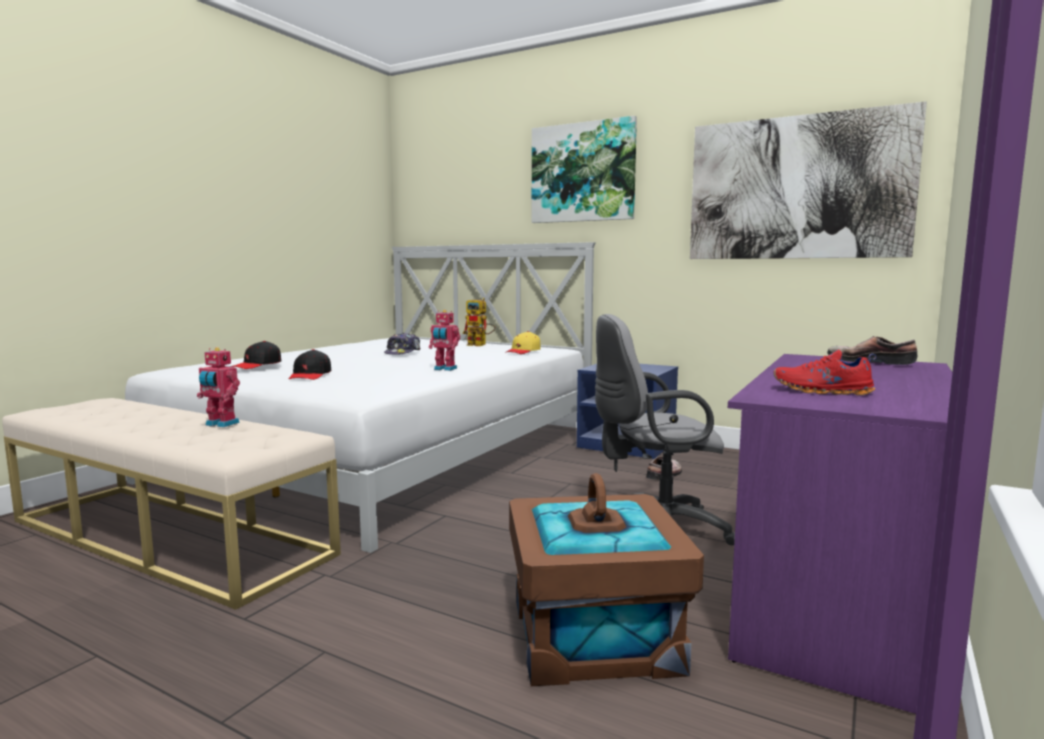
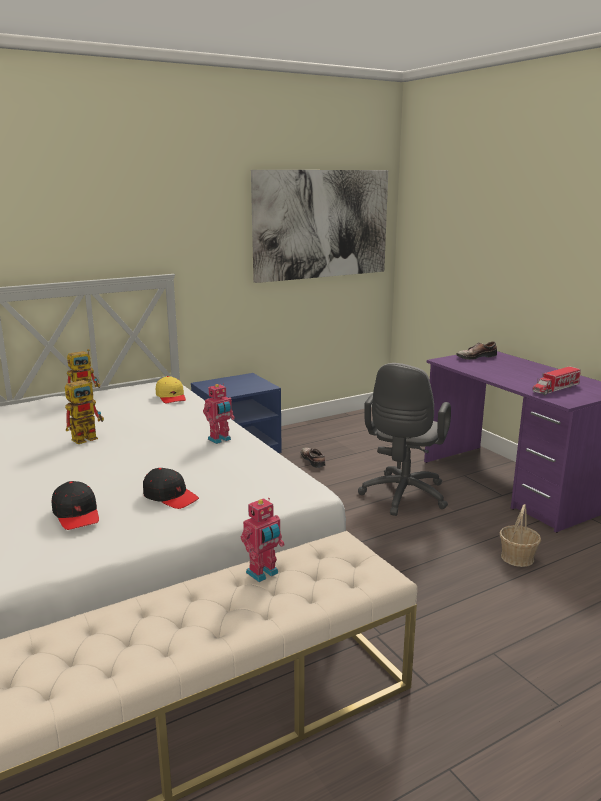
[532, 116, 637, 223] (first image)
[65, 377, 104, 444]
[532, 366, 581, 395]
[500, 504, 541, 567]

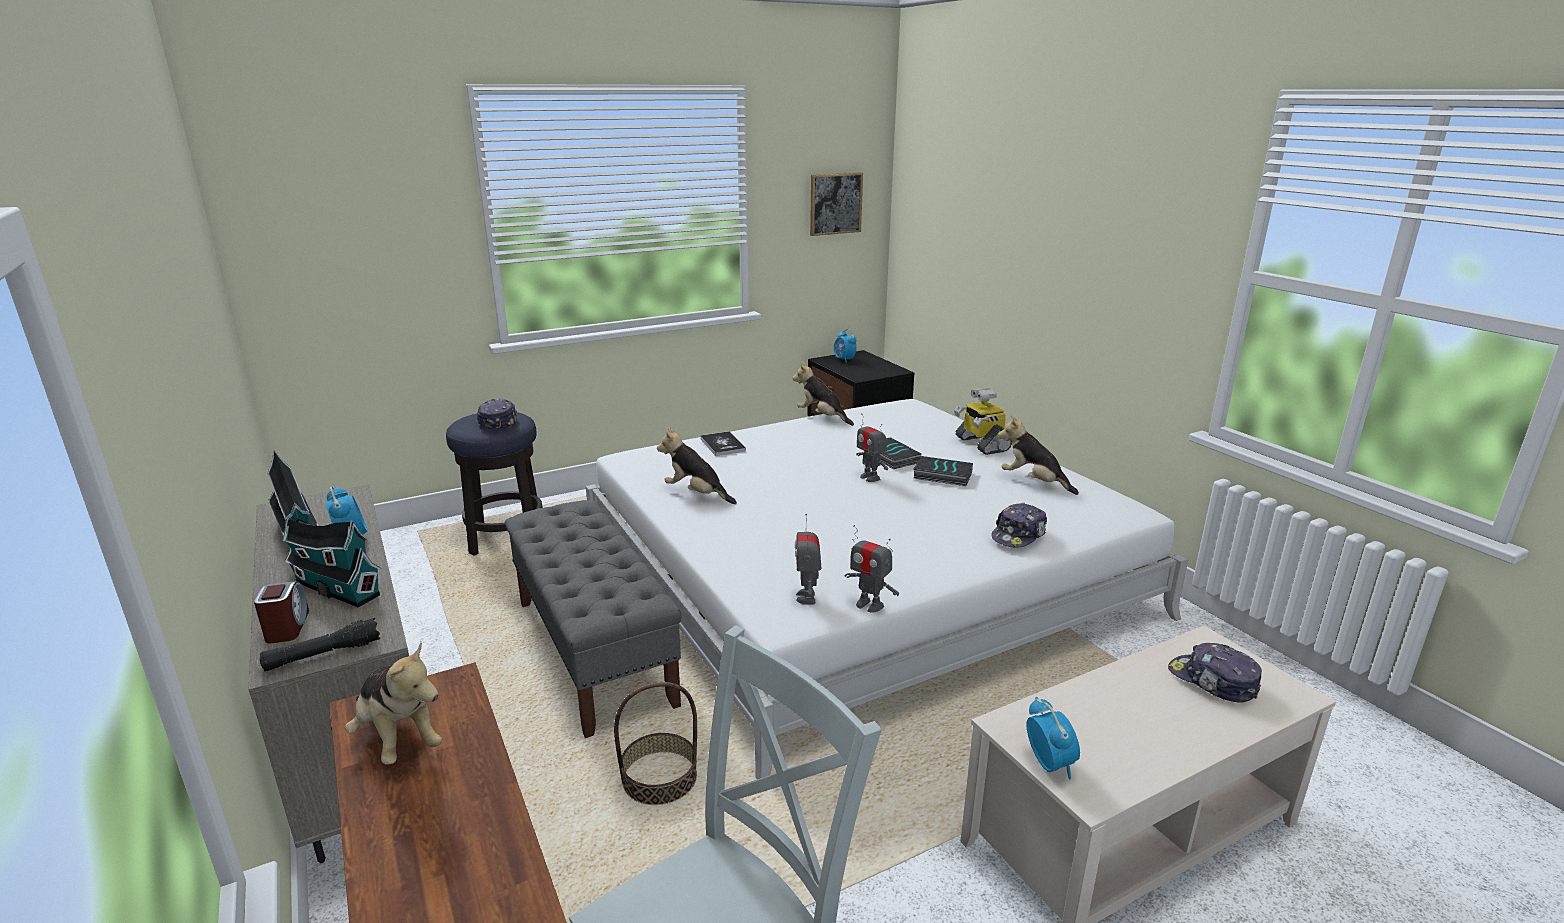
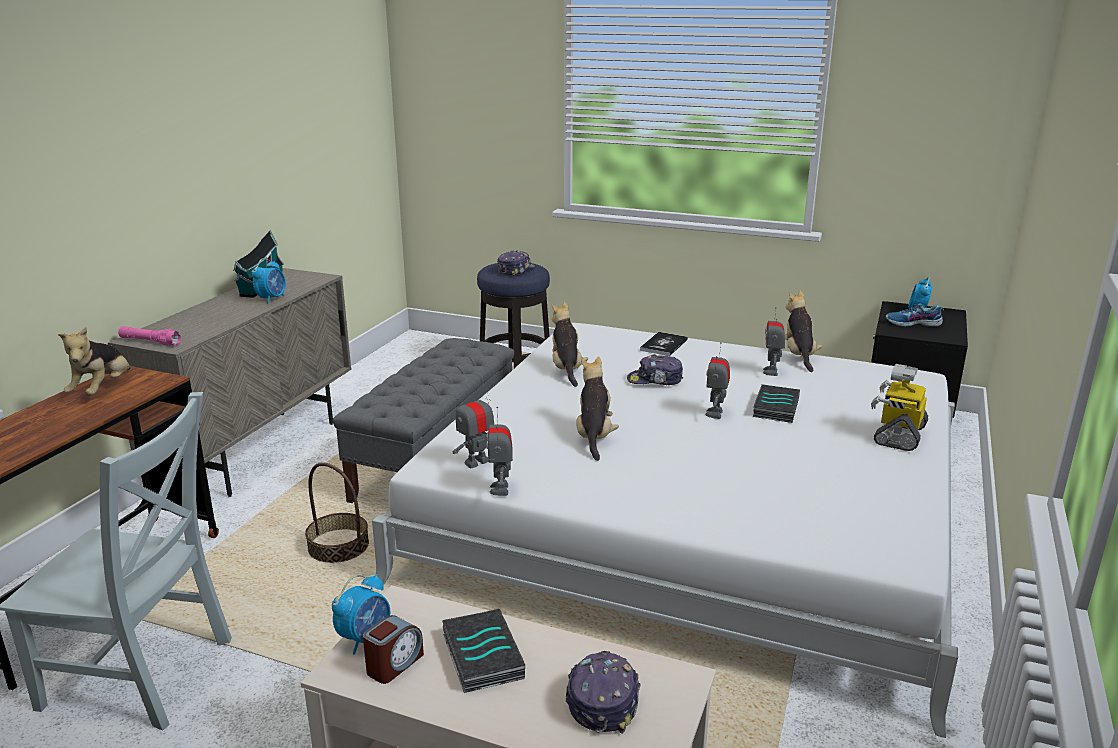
[810, 172, 863, 236] (first image)
[576, 356, 619, 461]
[442, 609, 525, 693]
[627, 354, 683, 385]
[283, 518, 381, 607] (first image)
[363, 615, 424, 684]
[118, 326, 182, 346]
[886, 303, 944, 327]
[763, 307, 785, 376]

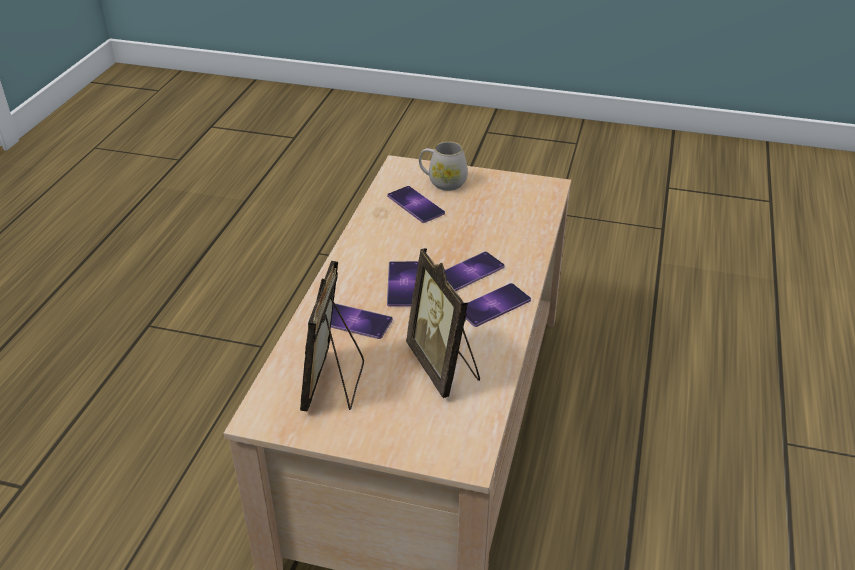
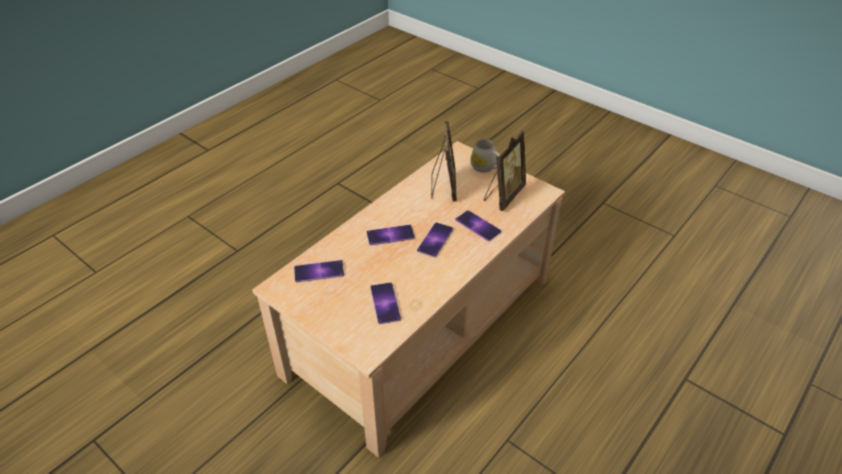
[470, 139, 500, 173]
[294, 260, 344, 283]

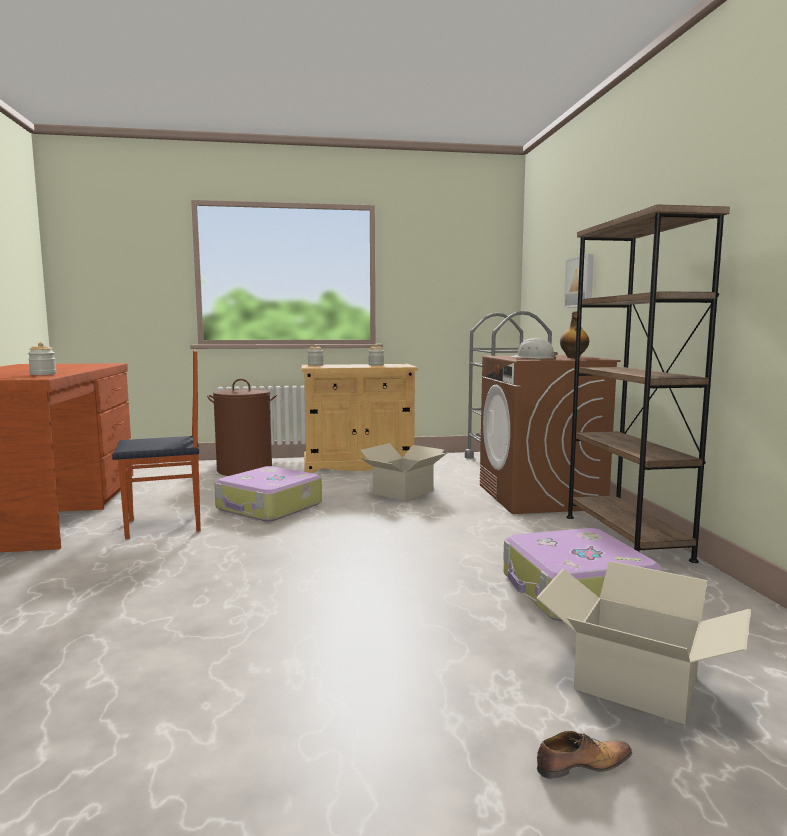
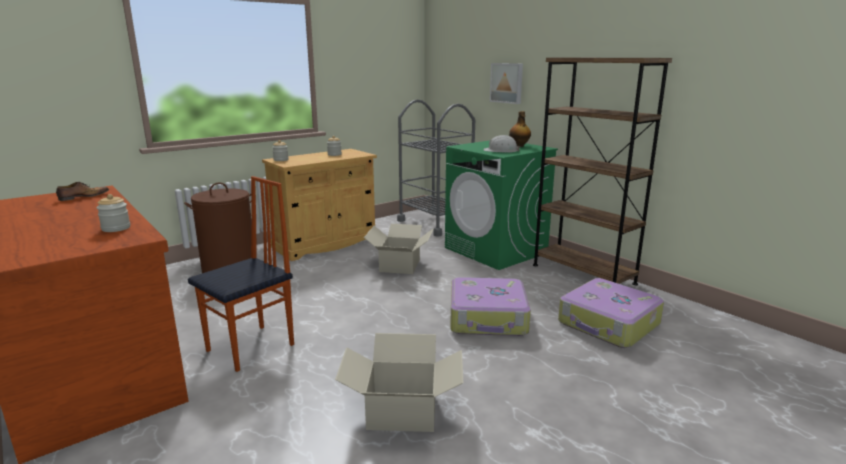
[445, 141, 558, 270]
[450, 277, 531, 336]
[335, 333, 463, 432]
[56, 182, 109, 201]

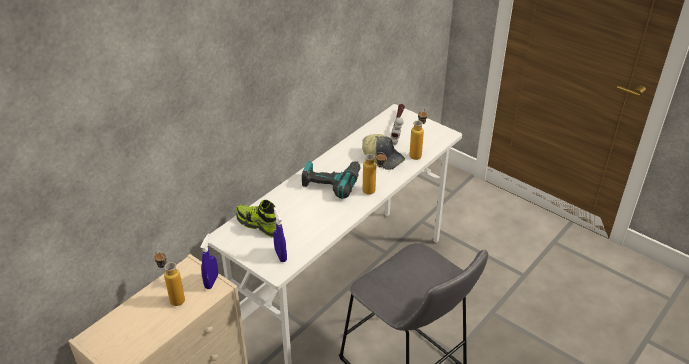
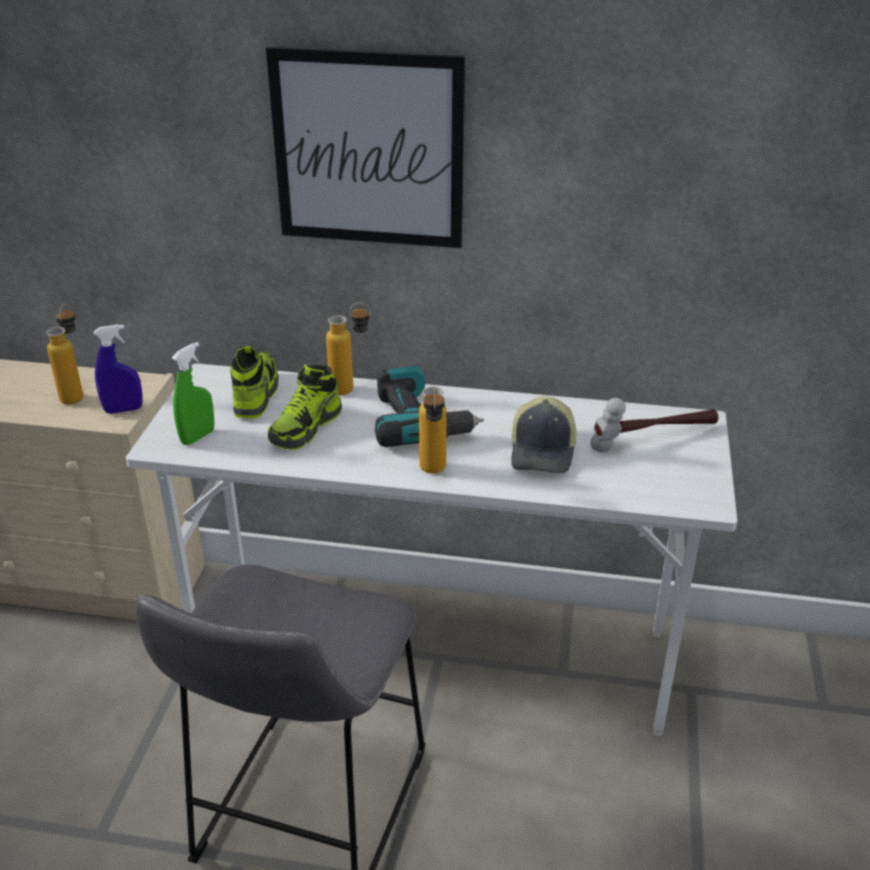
[326, 303, 371, 395]
[172, 342, 215, 445]
[266, 47, 465, 248]
[268, 364, 342, 450]

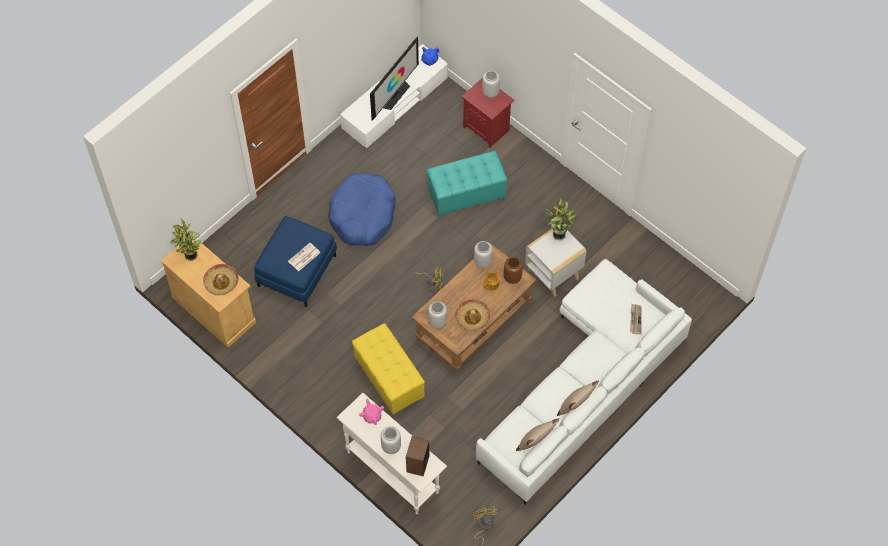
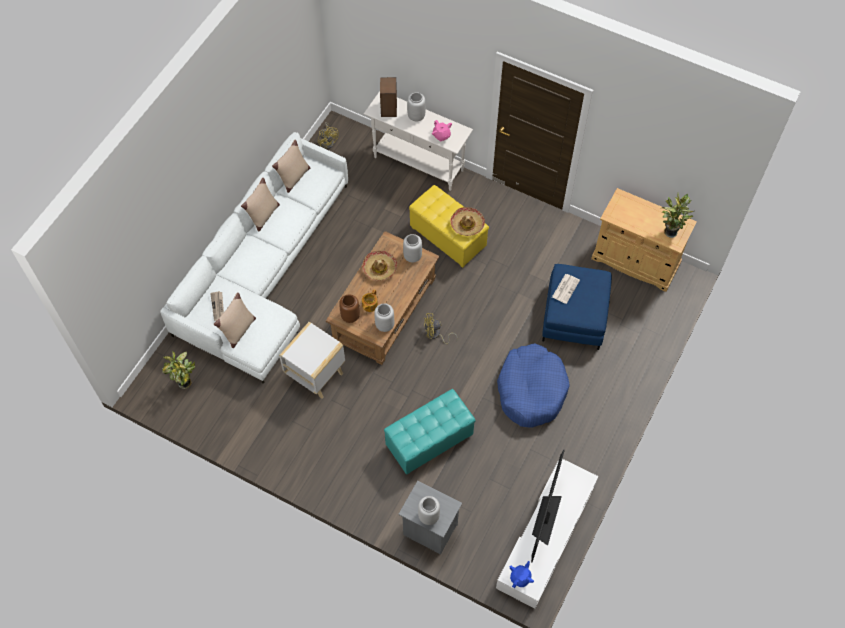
[398, 481, 462, 554]
[162, 351, 195, 389]
[450, 207, 485, 236]
[214, 292, 256, 348]

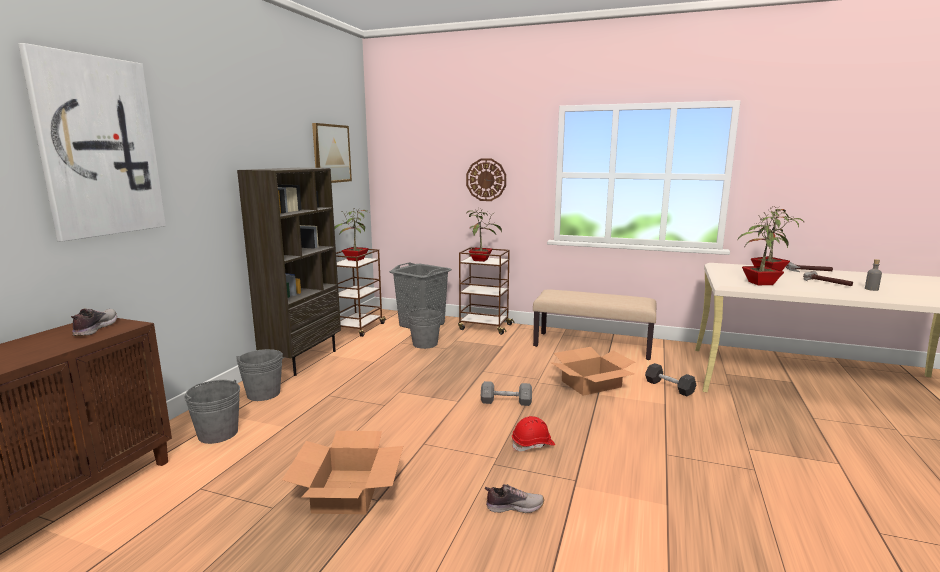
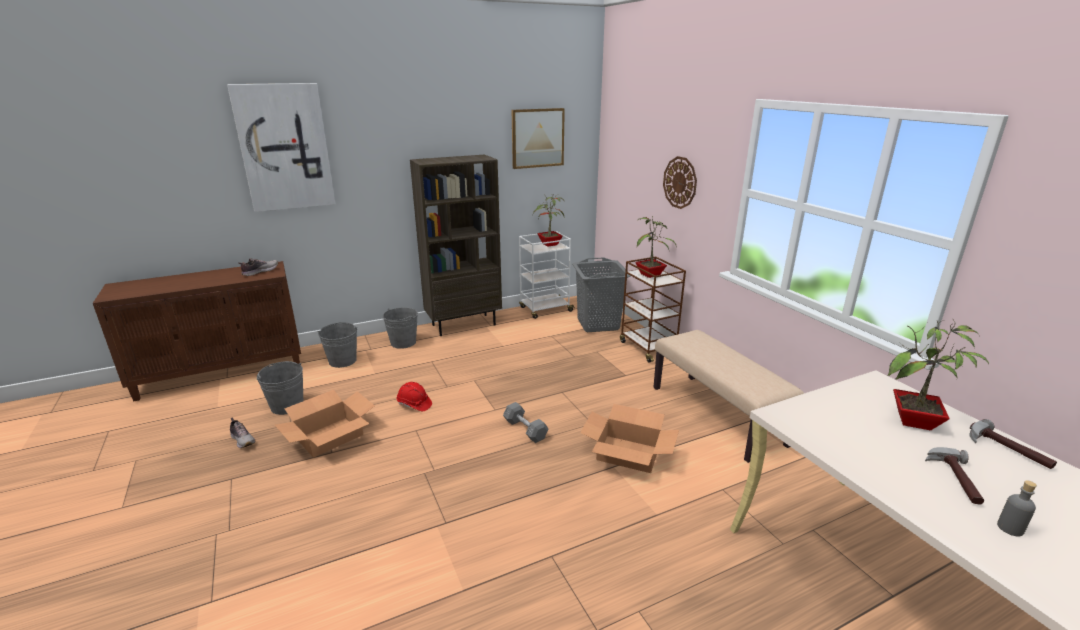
[737, 212, 794, 285] (first image)
[519, 231, 575, 319]
[257, 361, 303, 415]
[645, 363, 697, 396] (first image)
[397, 382, 432, 411]
[230, 418, 255, 448]

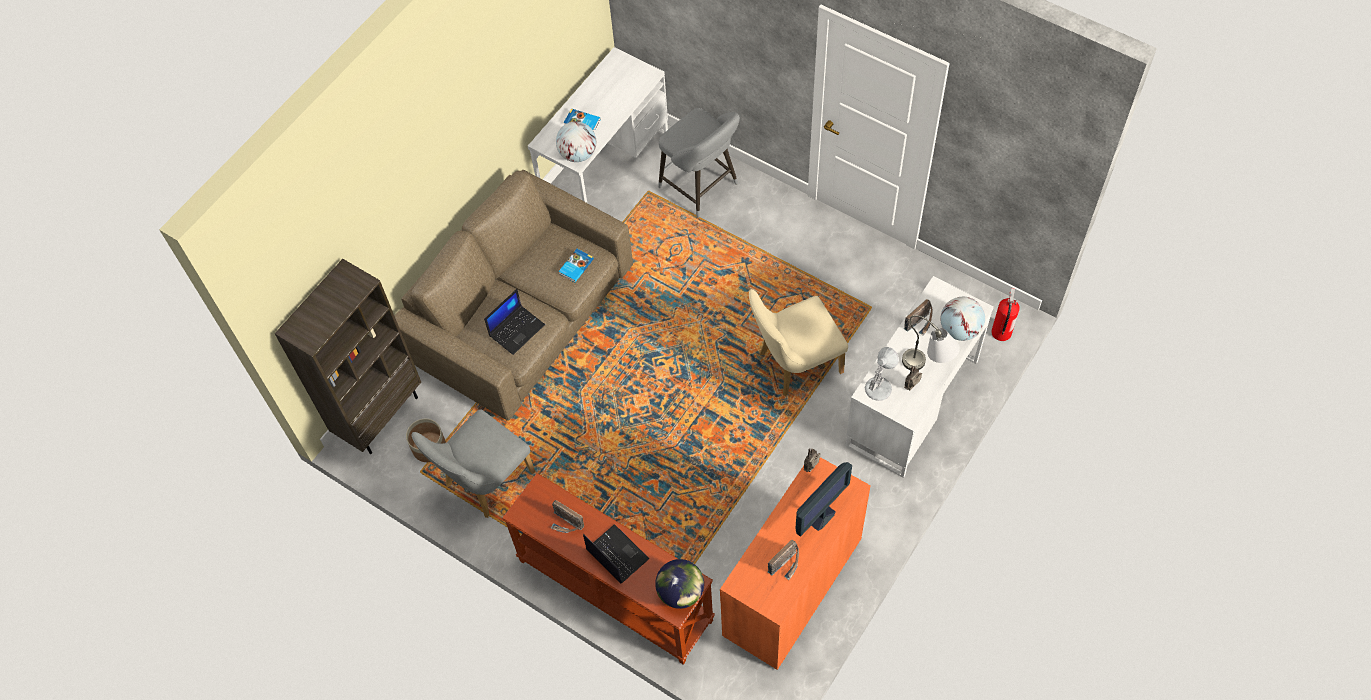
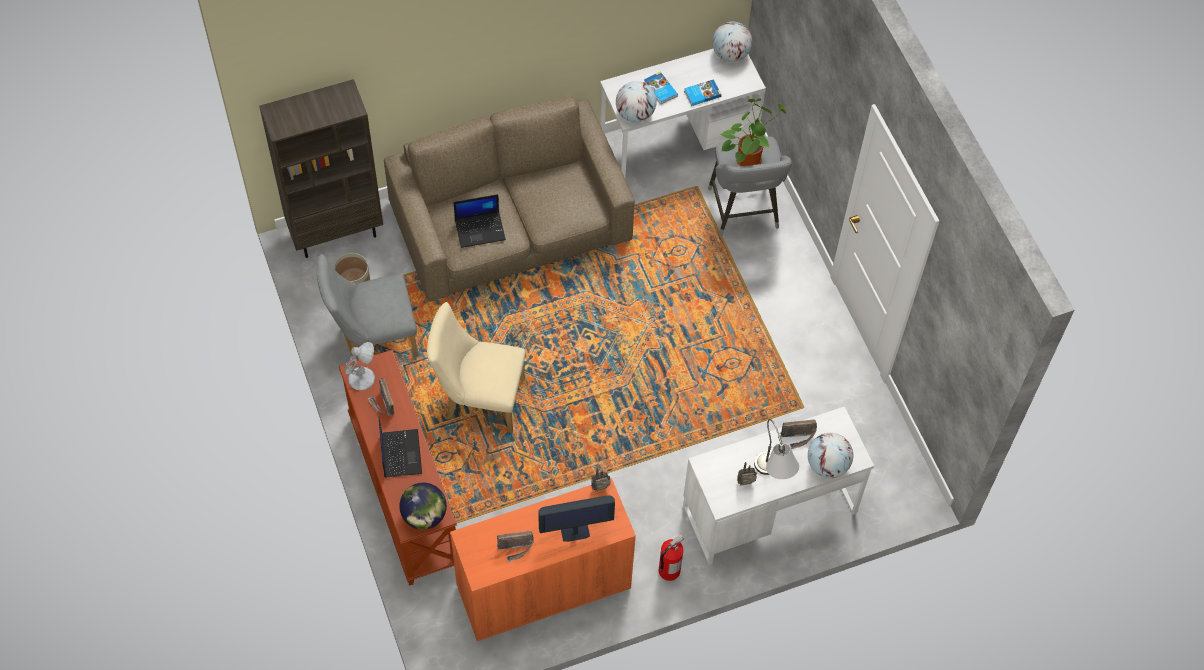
[684, 79, 721, 106]
[659, 533, 684, 581]
[427, 302, 526, 433]
[344, 342, 375, 391]
[712, 22, 752, 62]
[720, 98, 786, 166]

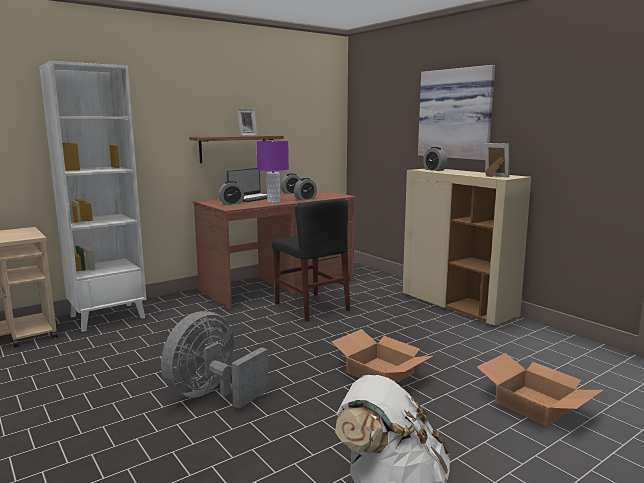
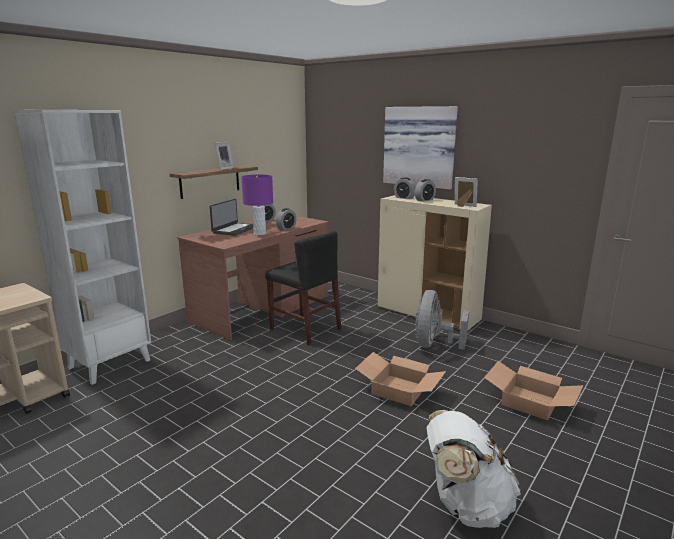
[415, 179, 436, 202]
[415, 290, 469, 350]

